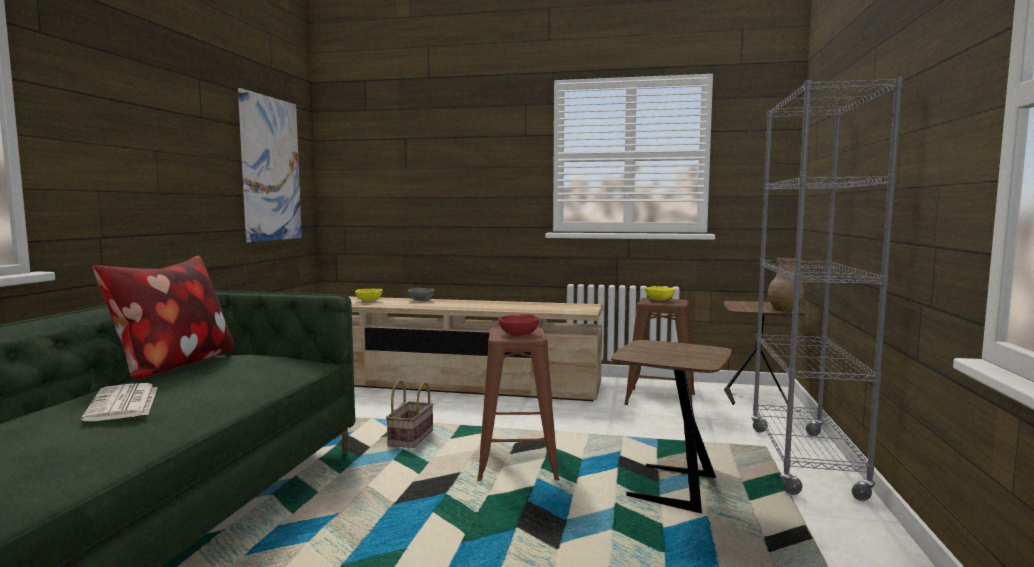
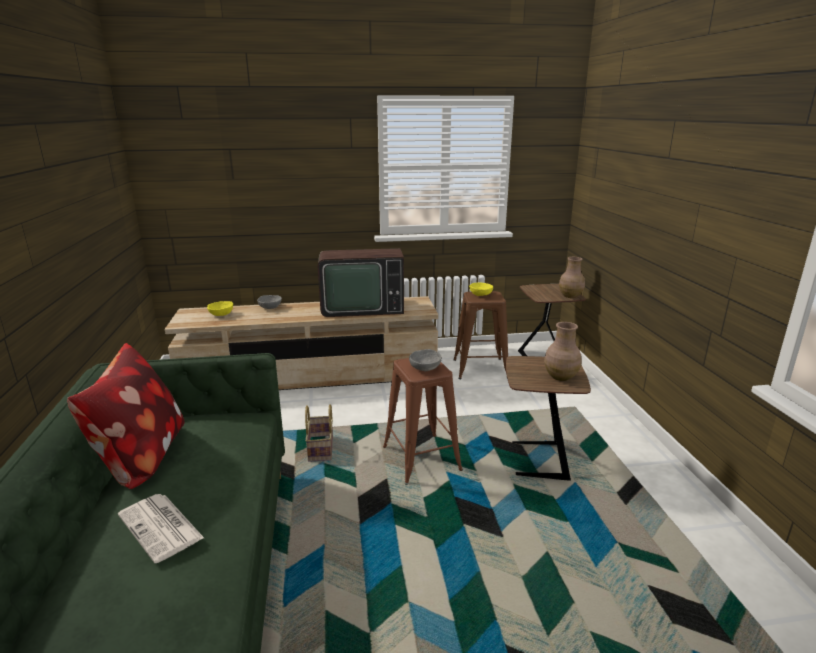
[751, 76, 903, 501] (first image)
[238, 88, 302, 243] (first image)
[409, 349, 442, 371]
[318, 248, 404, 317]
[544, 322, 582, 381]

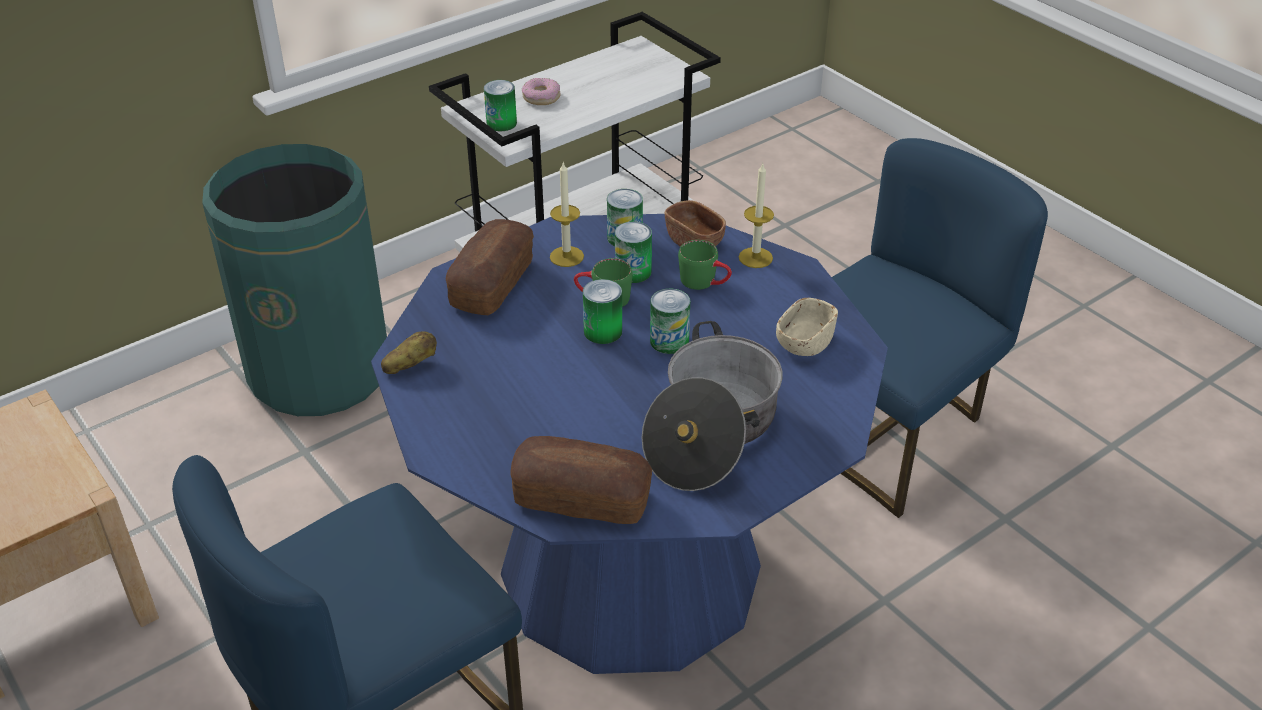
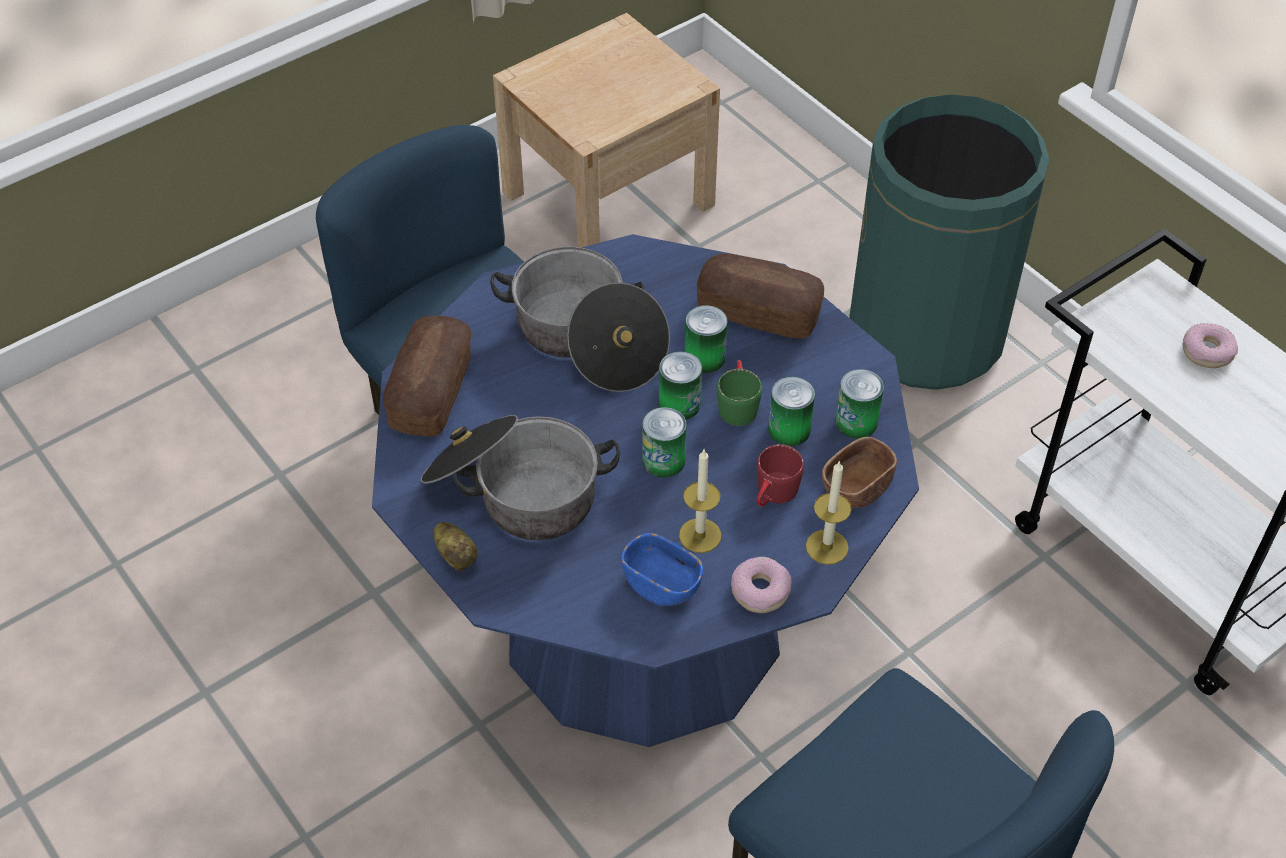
[685, 305, 727, 373]
[679, 450, 721, 553]
[757, 444, 804, 506]
[621, 533, 703, 606]
[433, 522, 478, 572]
[490, 247, 670, 392]
[731, 557, 791, 613]

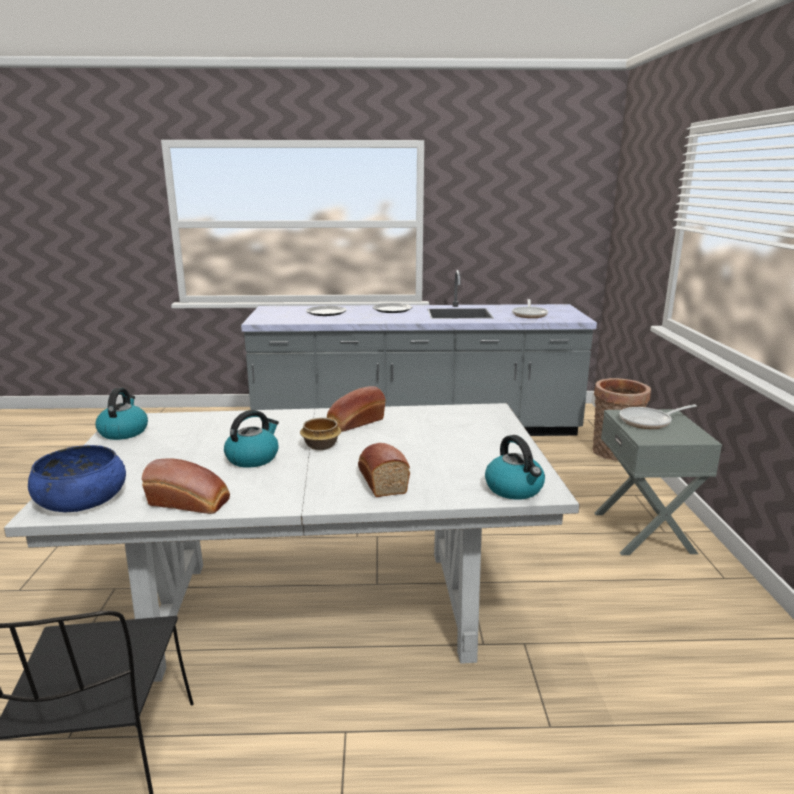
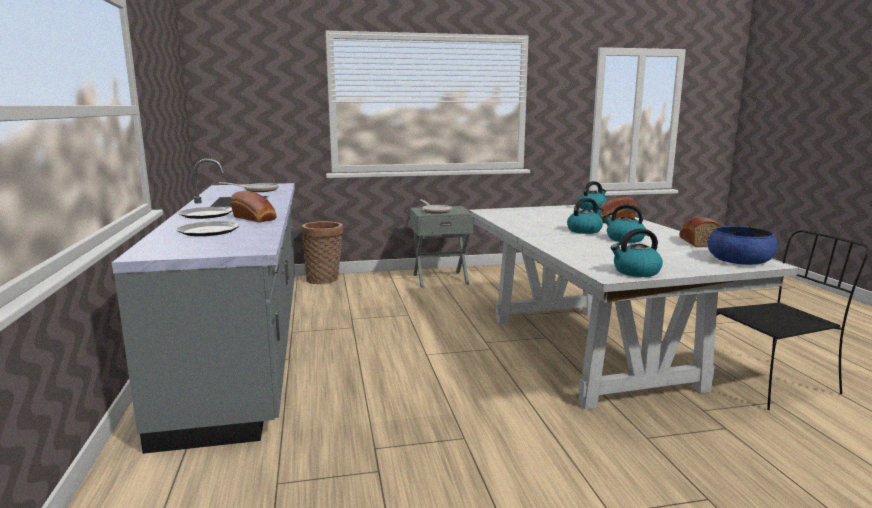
[230, 191, 277, 222]
[567, 198, 604, 234]

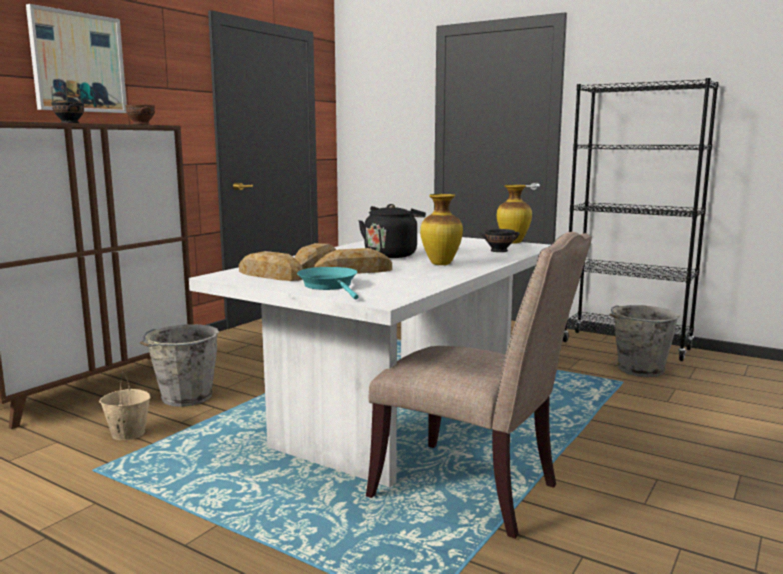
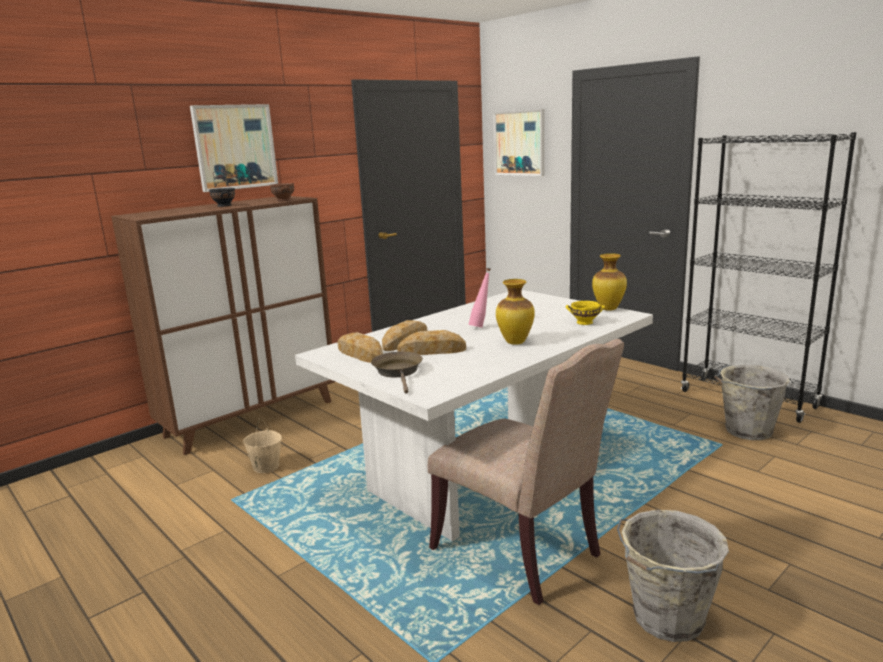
[468, 268, 491, 328]
[566, 301, 605, 325]
[371, 351, 423, 394]
[617, 510, 729, 642]
[493, 109, 545, 176]

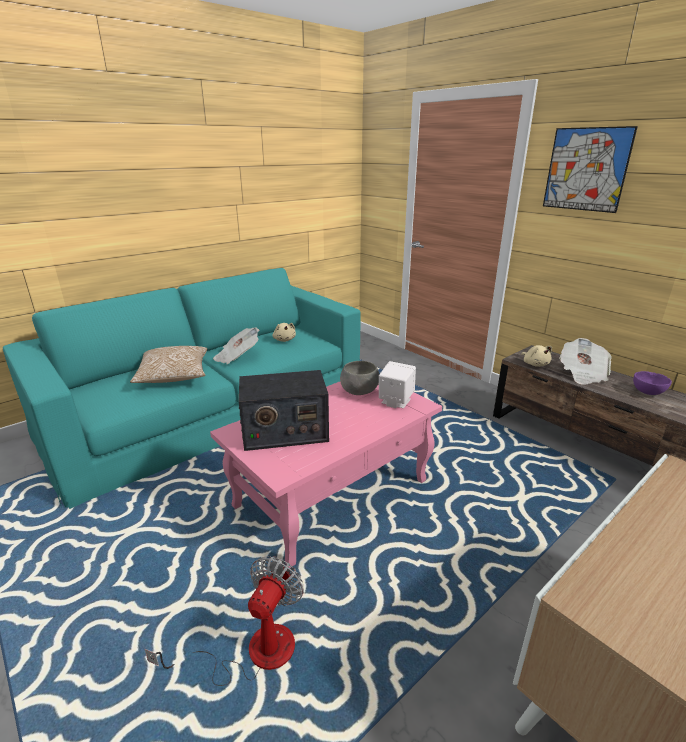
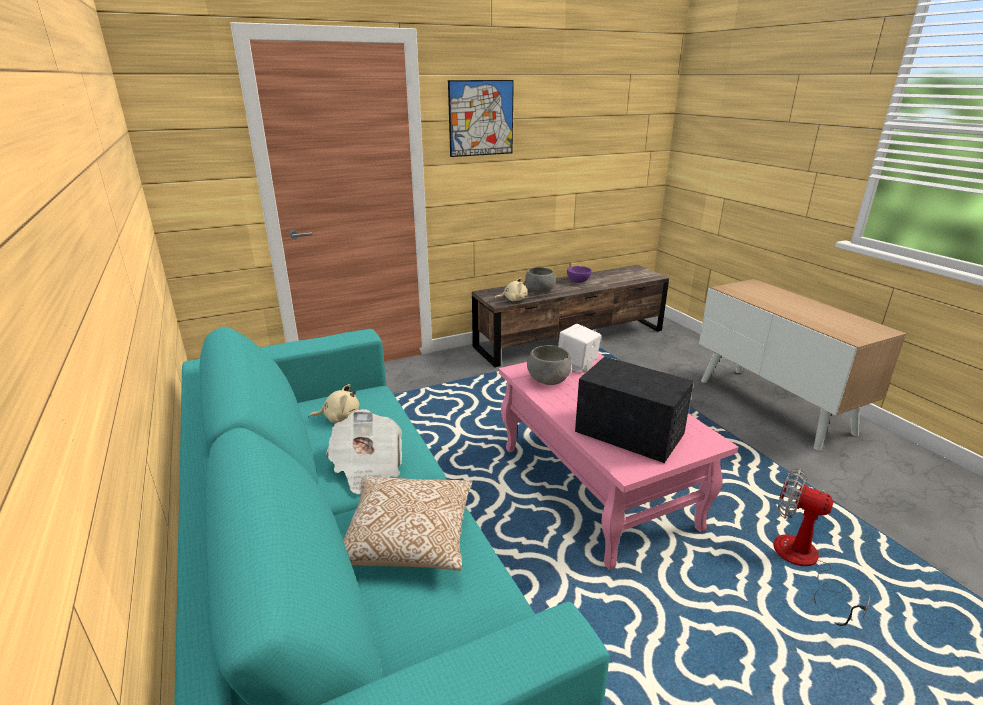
[525, 267, 556, 293]
[575, 356, 694, 463]

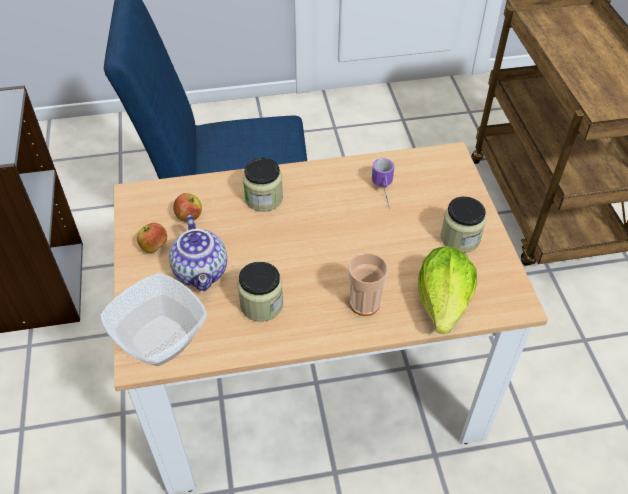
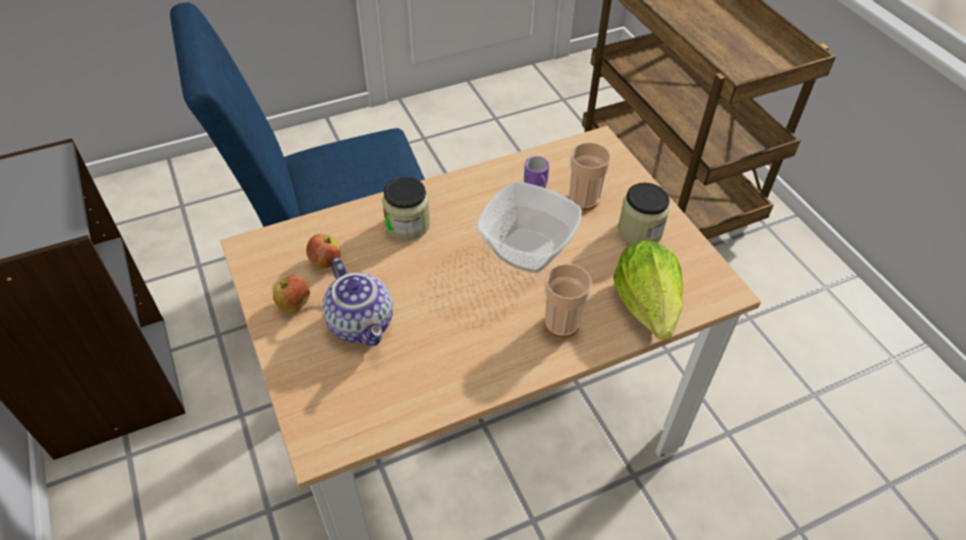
[238, 262, 283, 321] (first image)
[477, 182, 582, 273]
[569, 142, 611, 210]

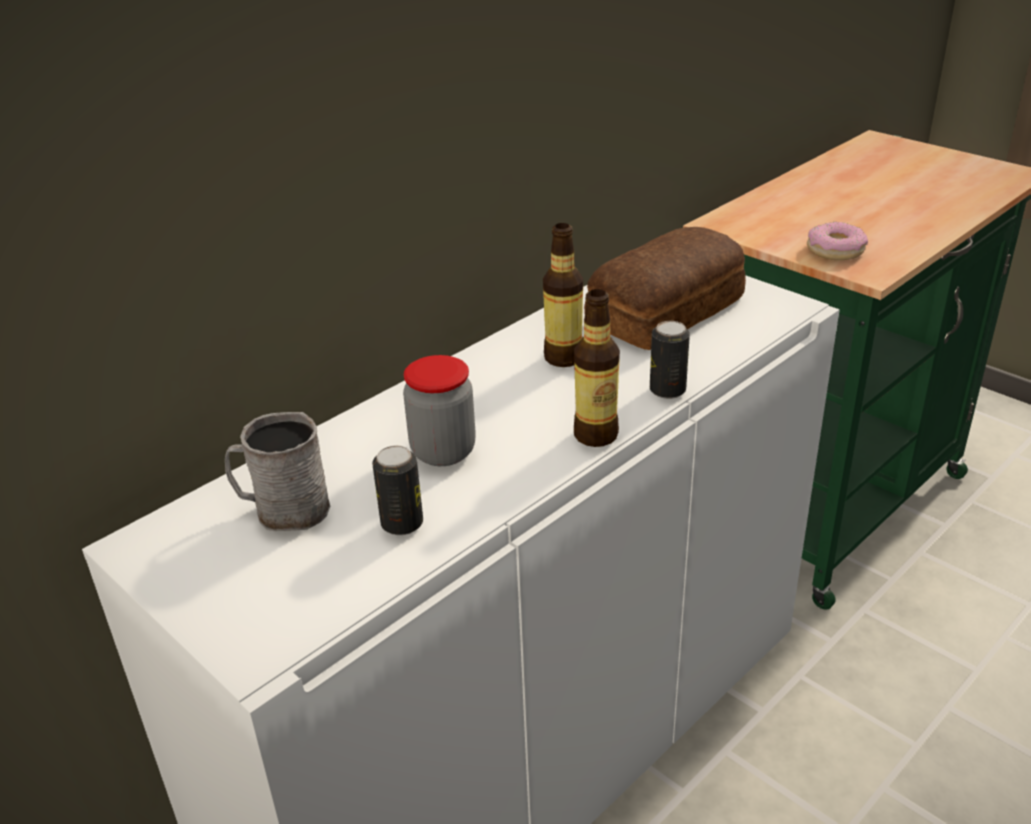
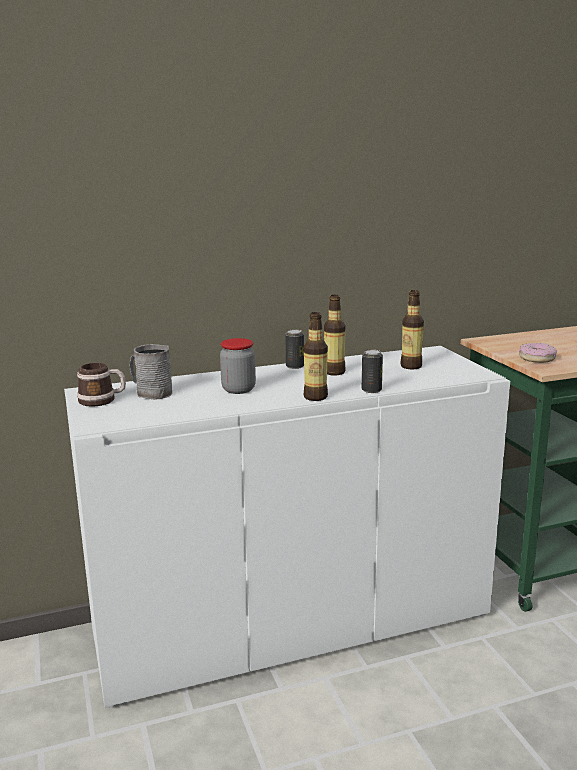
[401, 290, 424, 369]
[285, 329, 304, 369]
[77, 363, 126, 407]

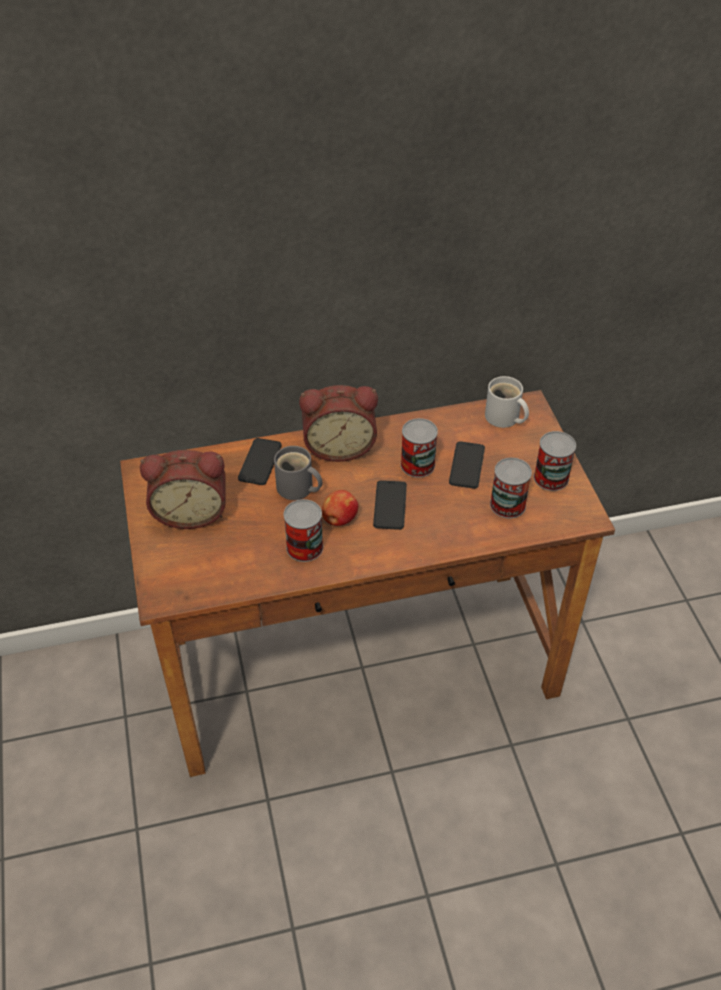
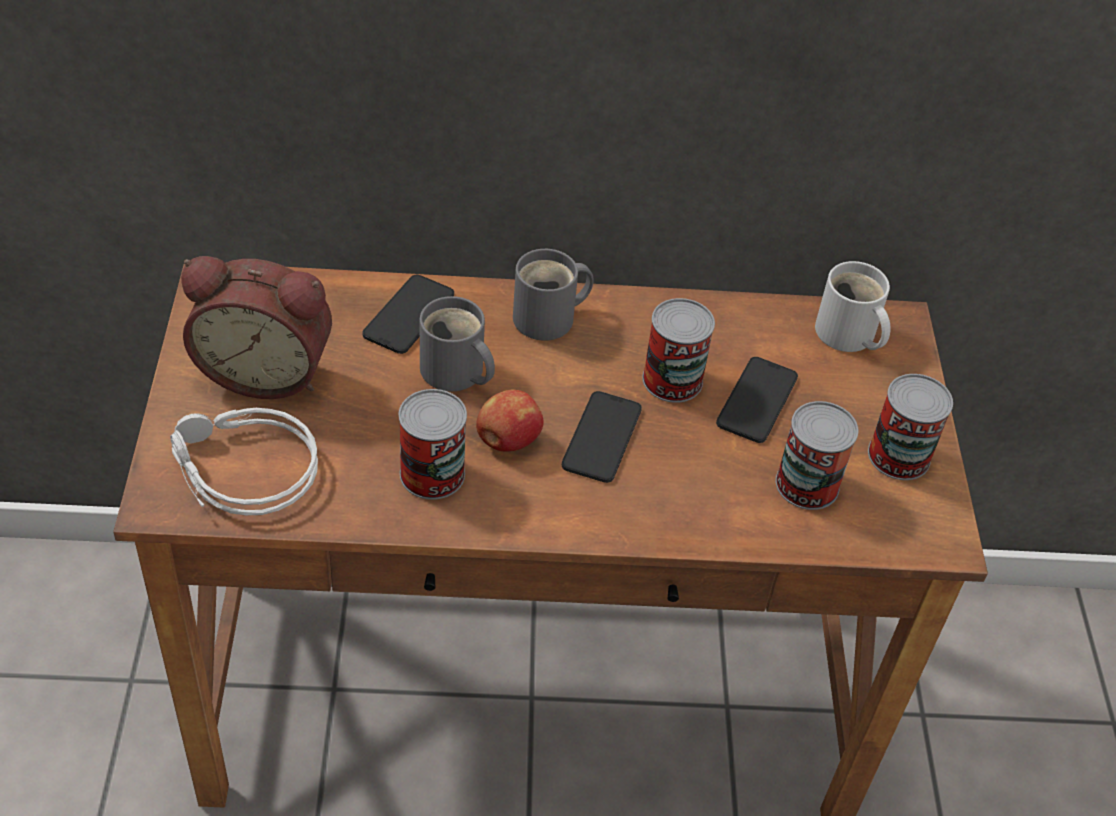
[513, 249, 594, 341]
[170, 408, 318, 515]

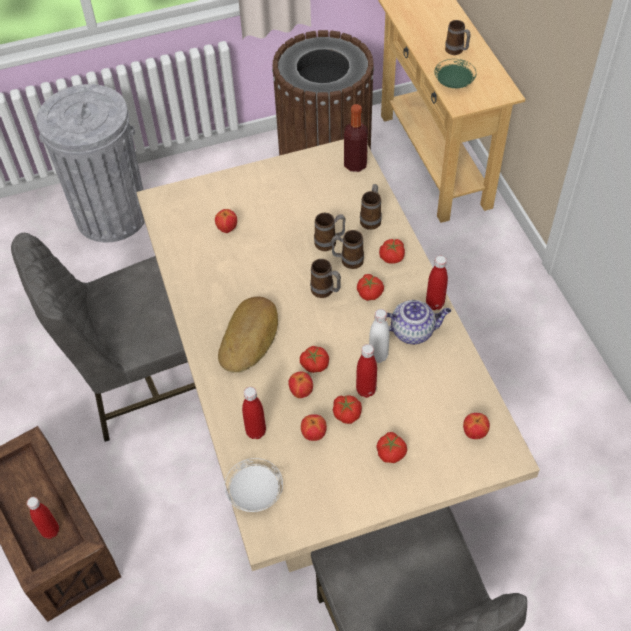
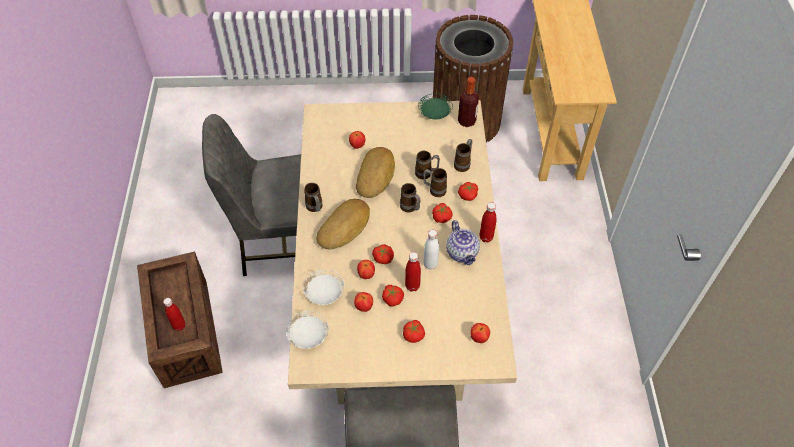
[304, 183, 323, 212]
[418, 94, 453, 120]
[36, 84, 145, 243] (first image)
[446, 220, 480, 265]
[303, 269, 344, 305]
[356, 147, 395, 198]

